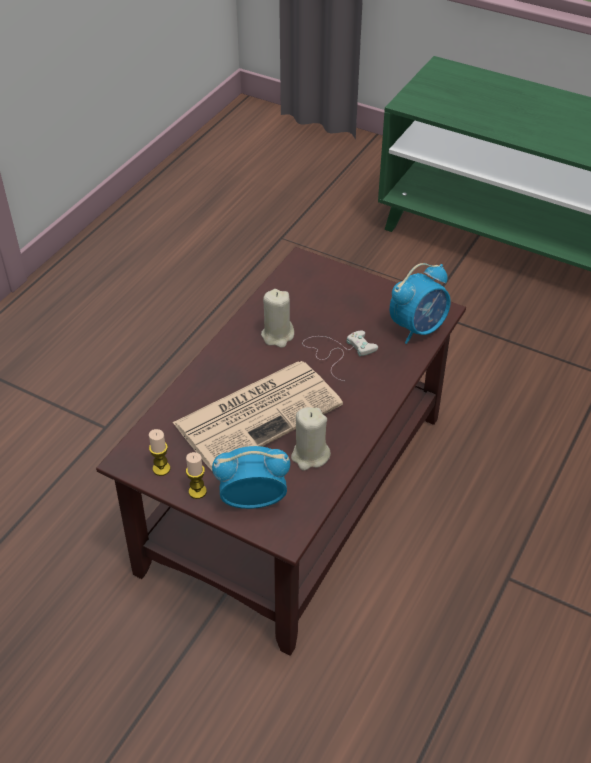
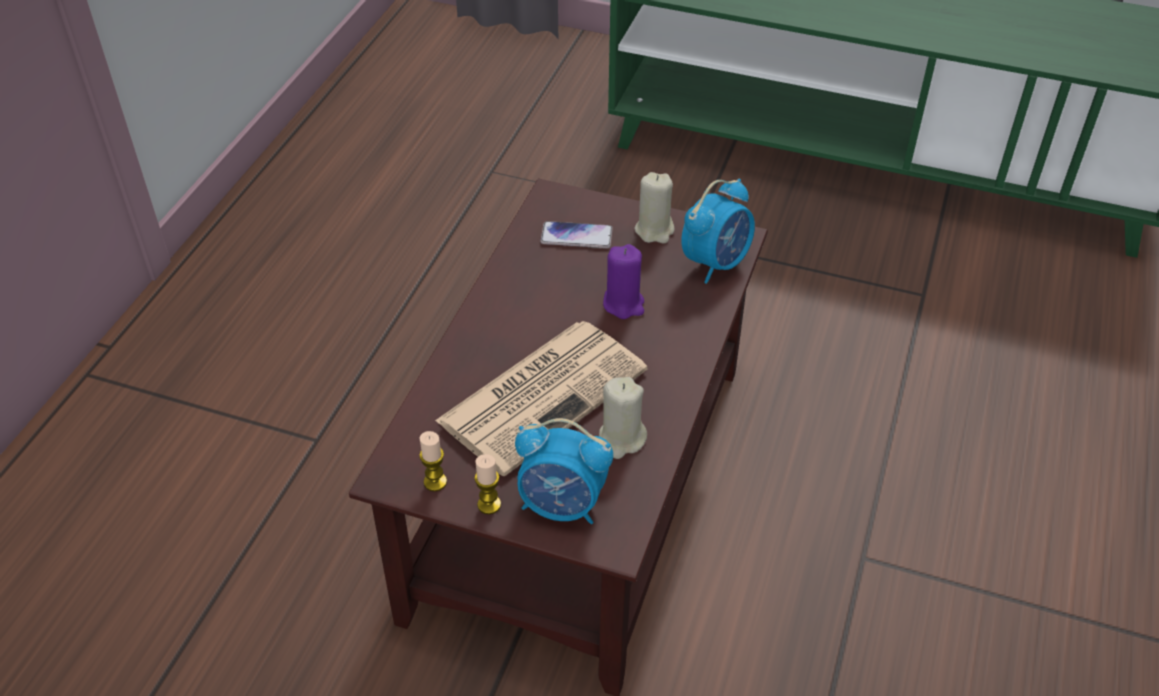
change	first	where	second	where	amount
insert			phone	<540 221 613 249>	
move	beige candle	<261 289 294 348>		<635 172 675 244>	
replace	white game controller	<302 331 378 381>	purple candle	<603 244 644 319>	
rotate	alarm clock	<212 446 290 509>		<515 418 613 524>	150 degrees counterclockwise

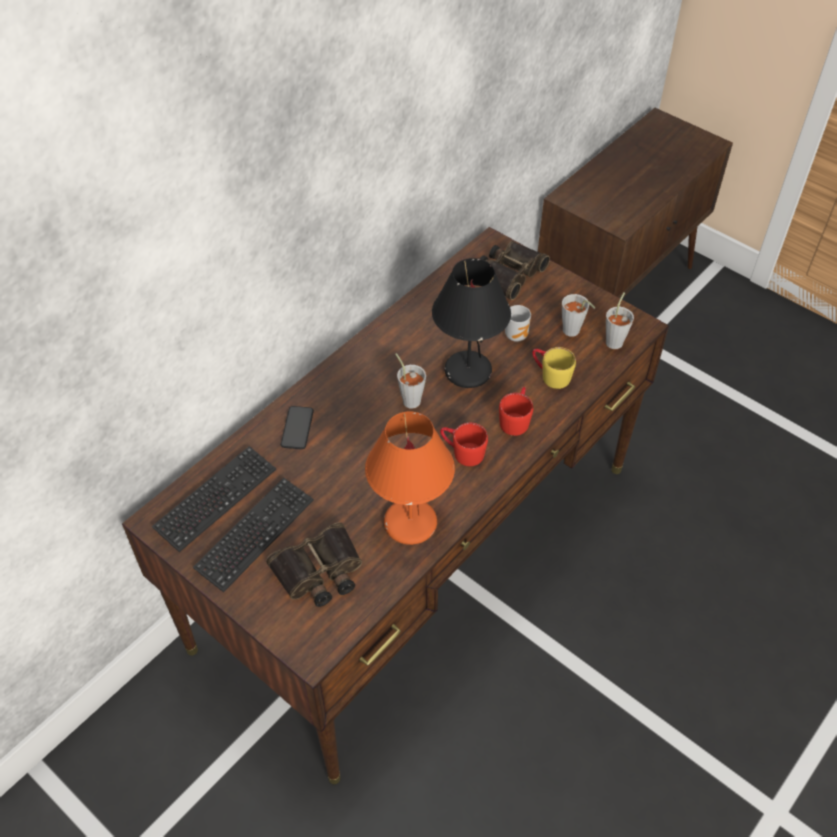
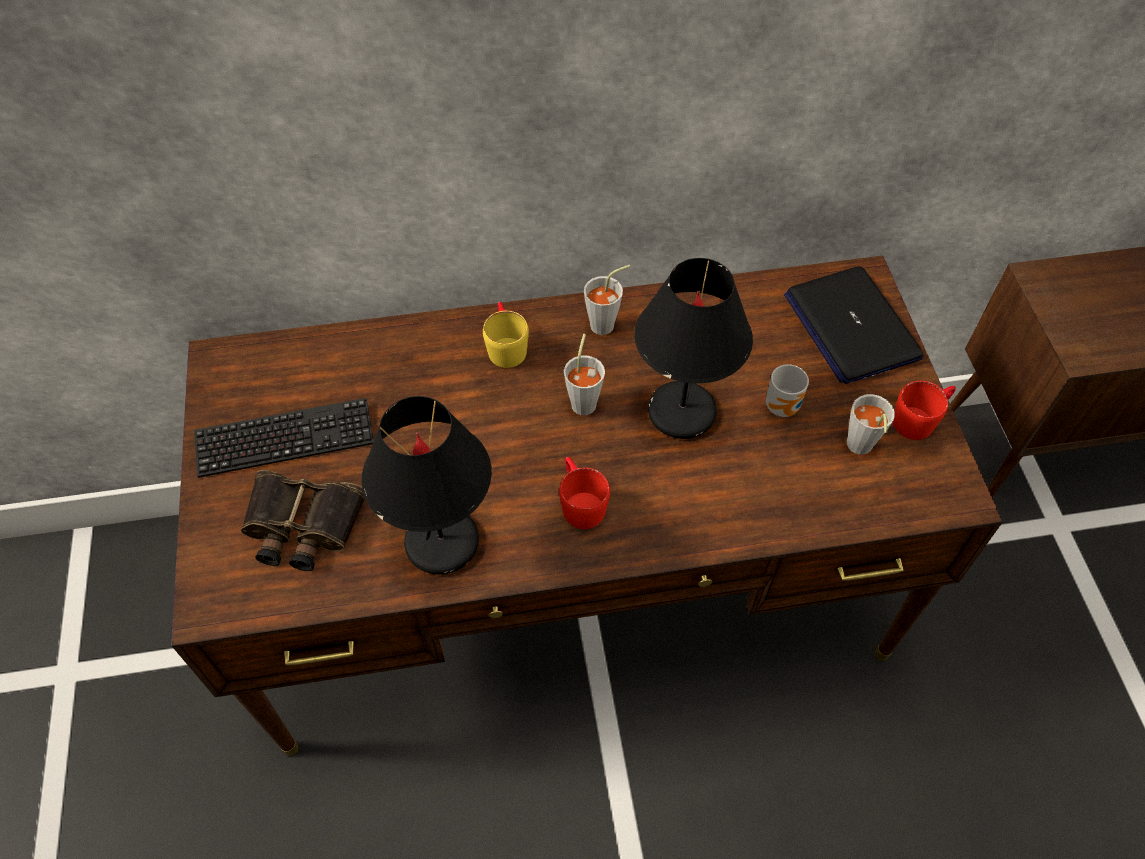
change	first	where	second	where	amount
delete	keyboard	<152 446 276 552>			
delete	phone	<281 406 314 449>			
move	red mug	<499 387 533 436>		<893 381 956 440>	
move	yellow mug	<532 347 576 389>		<483 302 529 368>	
move	grey cup	<606 292 634 349>		<584 265 630 335>	
replace	binoculars	<480 241 550 300>	laptop	<784 266 923 384>	
recolor	orange table lamp	<365 411 455 545>	black table lamp	<362 396 492 574>	

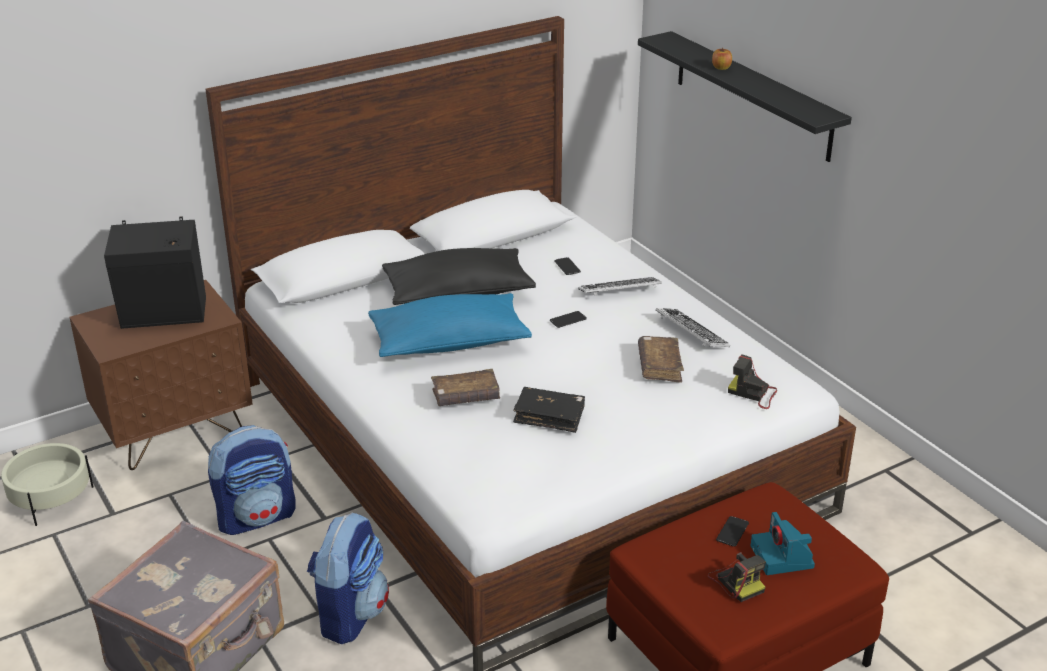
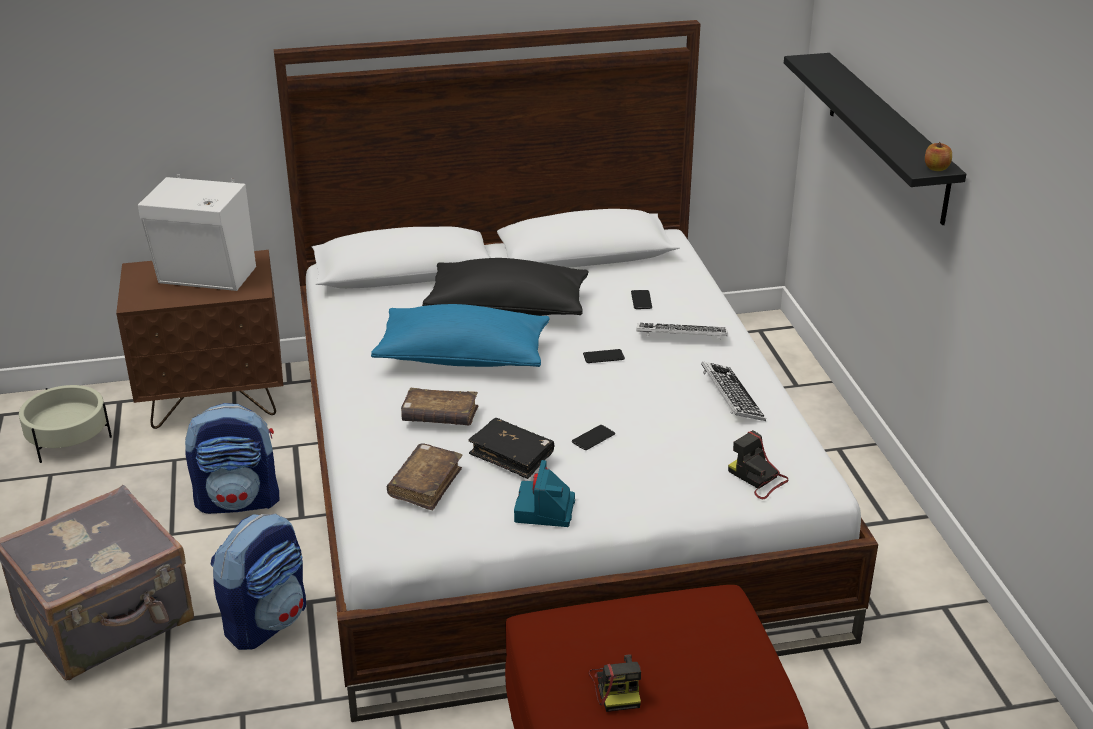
change	first	where	second	where	amount
move	brown book	<638 336 684 383>		<387 443 462 510>	
move	apple	<712 47 732 70>		<925 142 952 171>	
move	phone	<716 516 749 546>		<572 425 615 450>	
move	photo camera	<751 512 815 575>		<514 460 575 527>	
recolor	black speaker	<104 217 206 329>	white speaker	<138 174 256 291>	

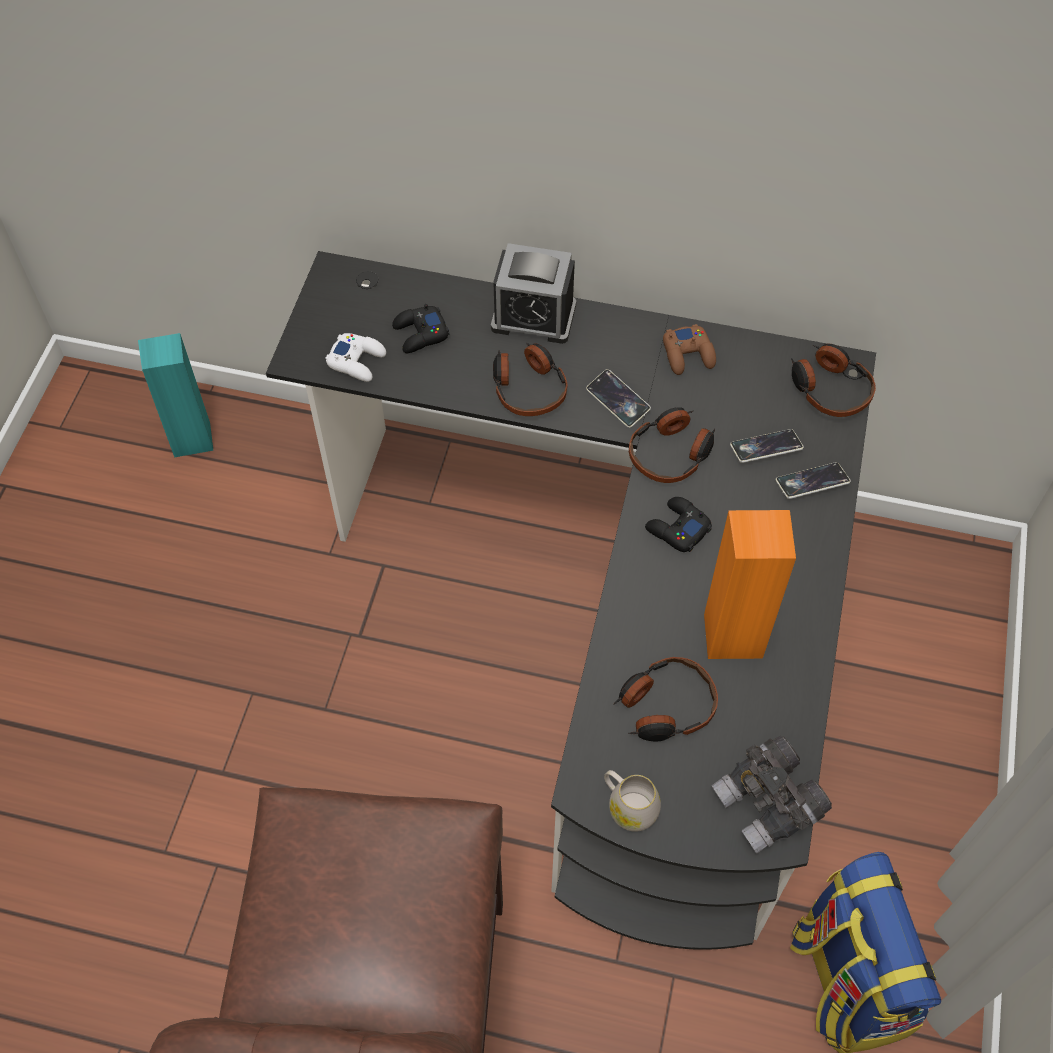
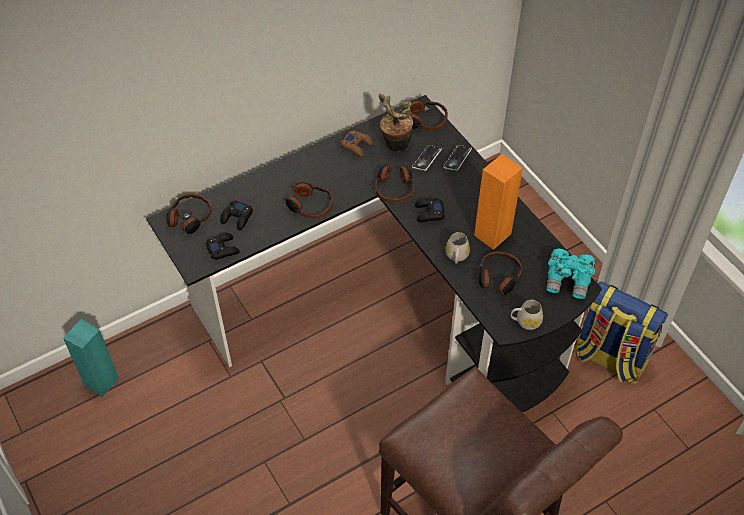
change	first	where	second	where	amount
delete	alarm clock	<491 243 576 344>			
delete	phone	<586 369 651 428>			
insert			headphones	<167 194 211 234>	
insert			potted plant	<379 93 413 152>	
insert			white mug	<445 232 470 264>	
recolor	white game controller	<325 333 386 382>	black game controller	<205 233 240 260>	
recolor	grey binoculars	<711 736 832 854>	turquoise binoculars	<546 249 595 299>	

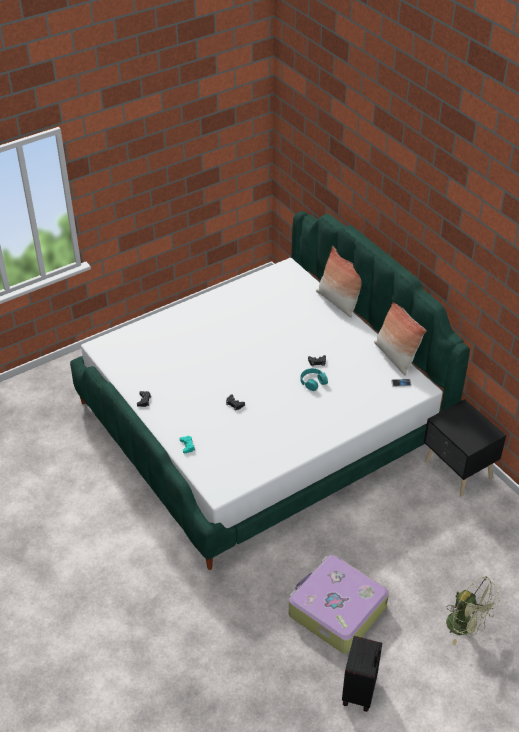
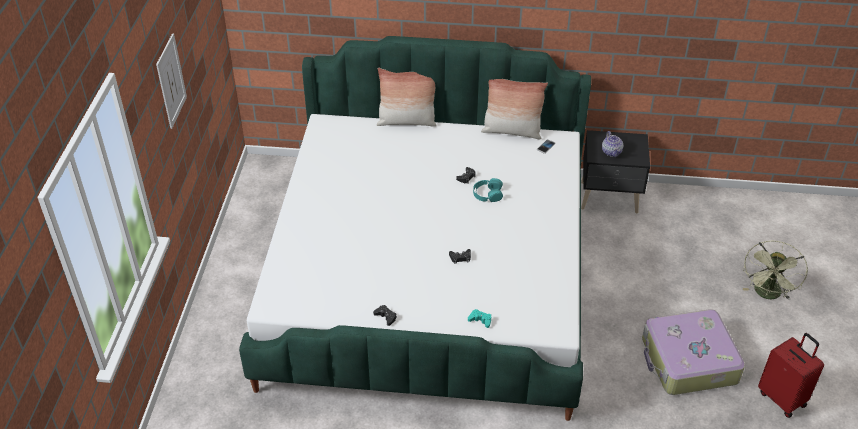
change	first	where	second	where	amount
insert			picture	<156 33 187 129>	
insert			teapot	<602 131 623 157>	
recolor	black suitcase	<342 636 382 712>	red suitcase	<758 333 824 418>	
rotate	green fan	<446 576 500 645>		<743 241 808 300>	120 degrees clockwise

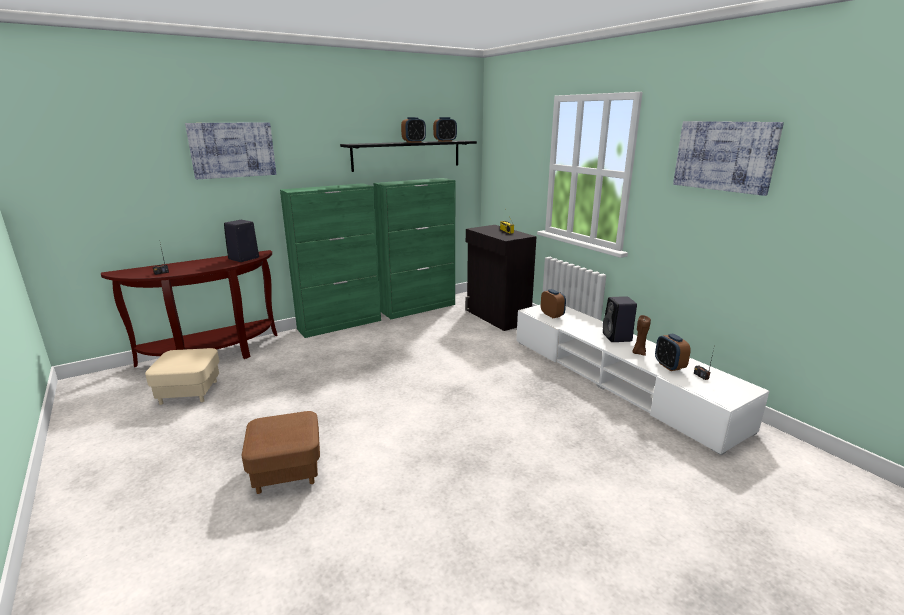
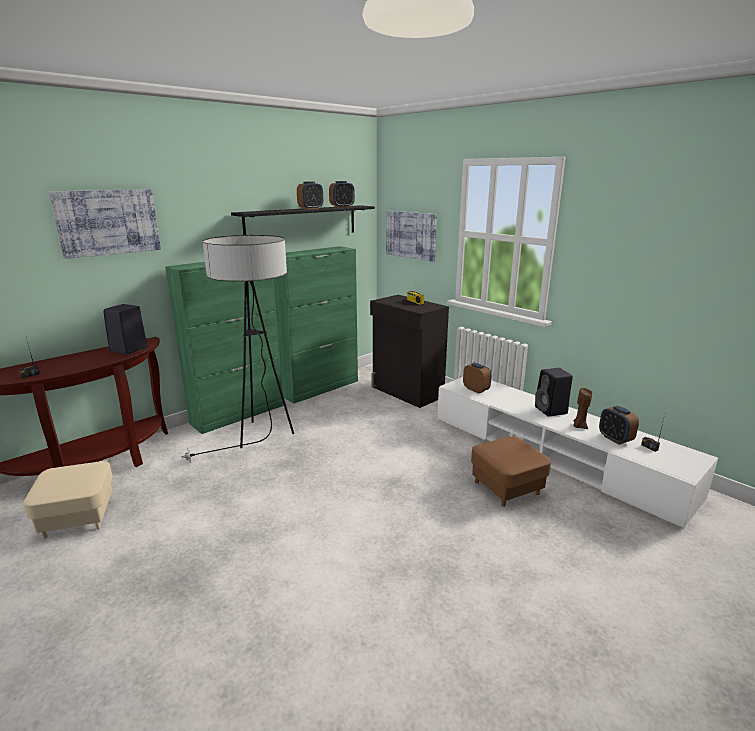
change	first	where	second	where	amount
insert			floor lamp	<181 235 294 463>	
move	brown ottoman	<242 411 320 494>		<471 436 551 507>	
move	picture	<673 121 784 196>		<386 211 437 262>	

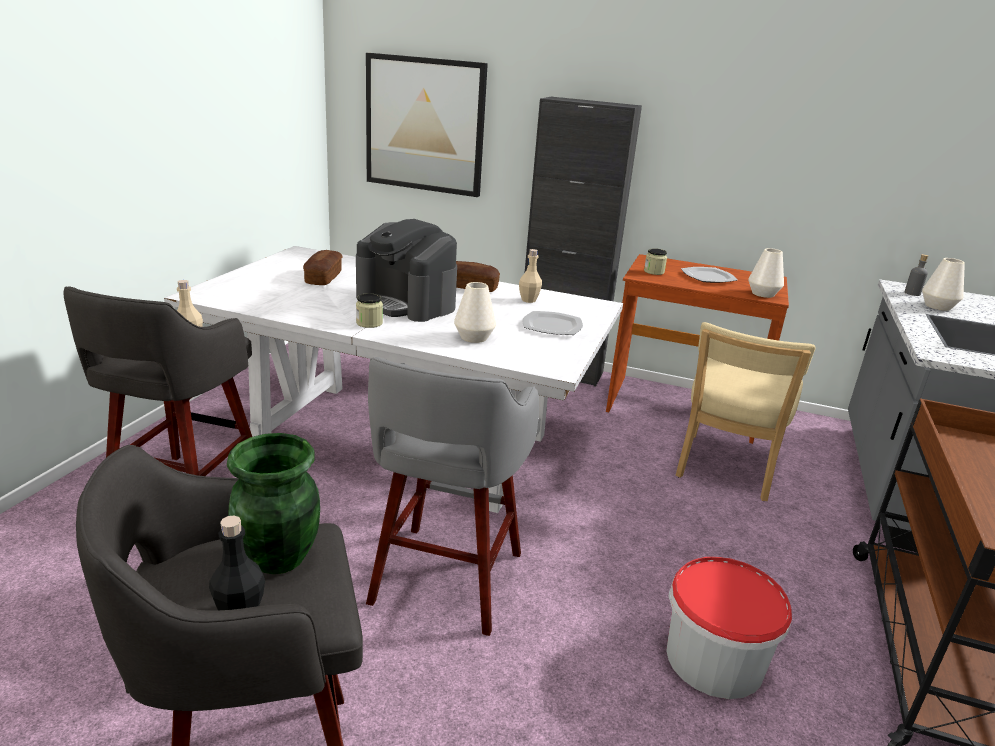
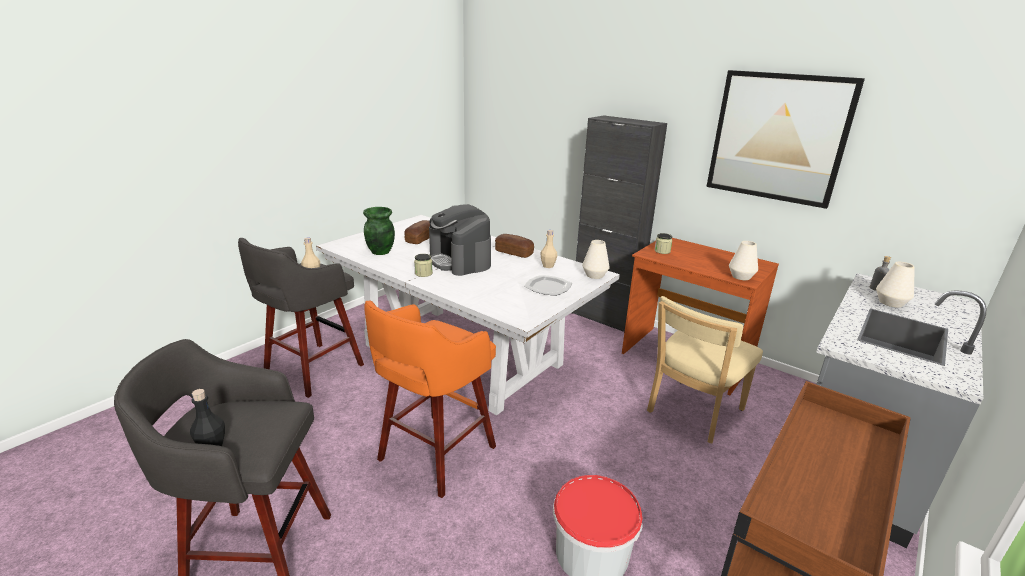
change	first	where	second	where	amount
delete	plate	<681 267 737 283>			
move	green vase	<227 433 320 574>		<363 207 395 255>	
move	picture	<366 53 488 197>		<706 70 865 209>	
move	white vase	<454 282 496 343>		<582 240 610 279>	
recolor	grey stool	<366 357 539 636>	orange stool	<364 301 496 498>	

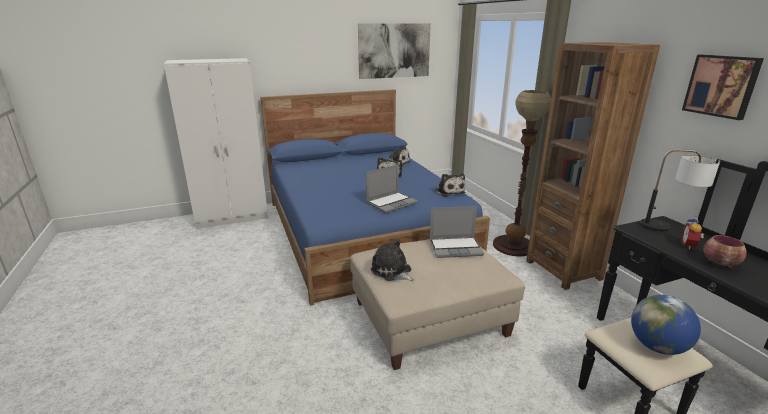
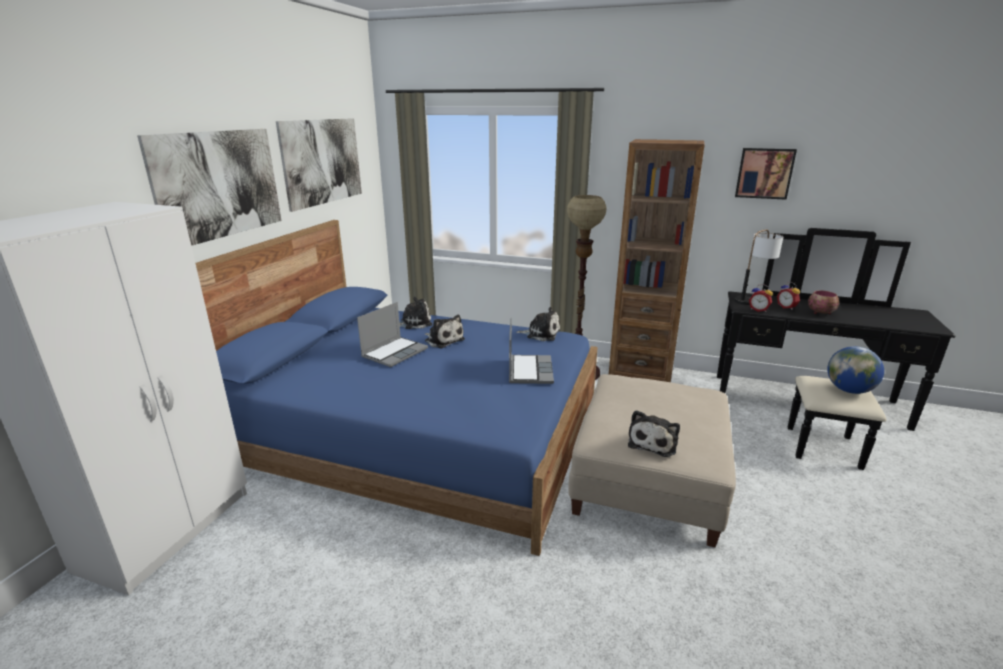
change	first	where	second	where	amount
insert			picture	<137 129 282 246>	
insert			alarm clock	<749 284 773 312>	
move	laptop	<429 206 484 258>		<357 302 428 367>	
rotate	plush toy	<371 239 415 281>		<628 410 680 457>	60 degrees counterclockwise

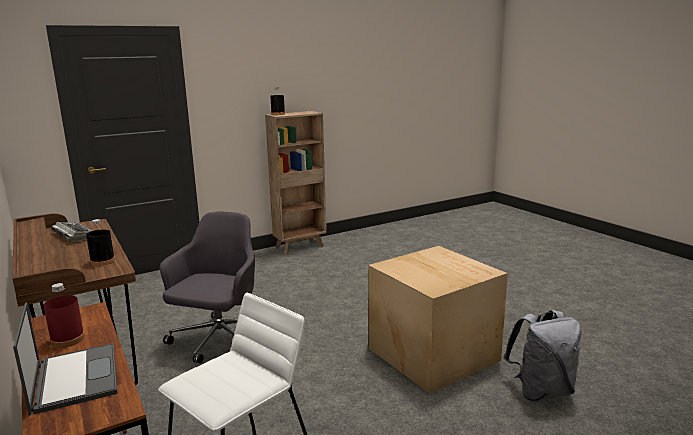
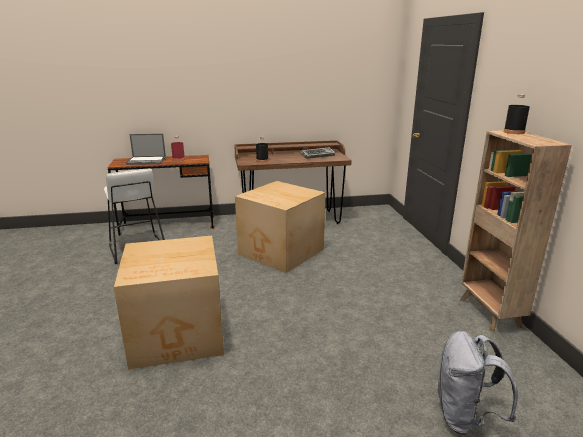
change	first	where	second	where	amount
move	grey backpack	<503 310 581 401>		<436 331 518 435>	
replace	grey office chair	<160 212 255 363>	cardboard box	<235 181 326 273>	

